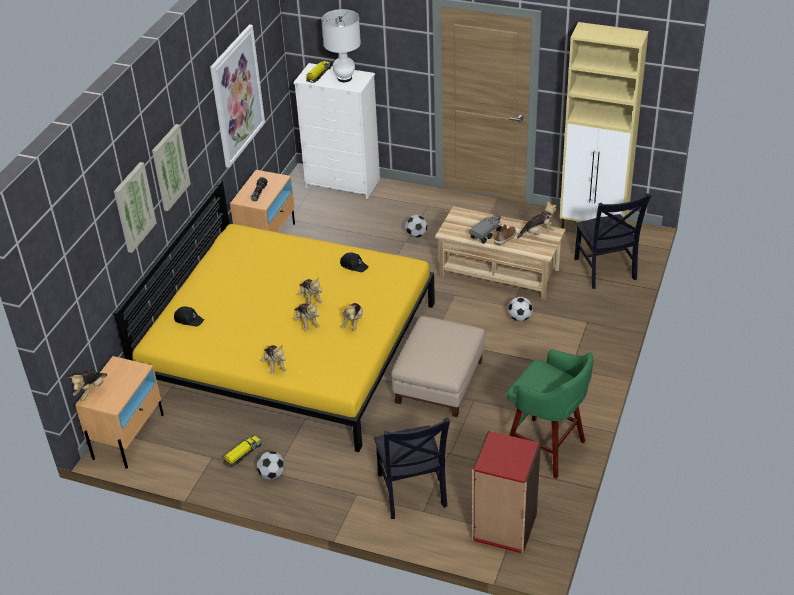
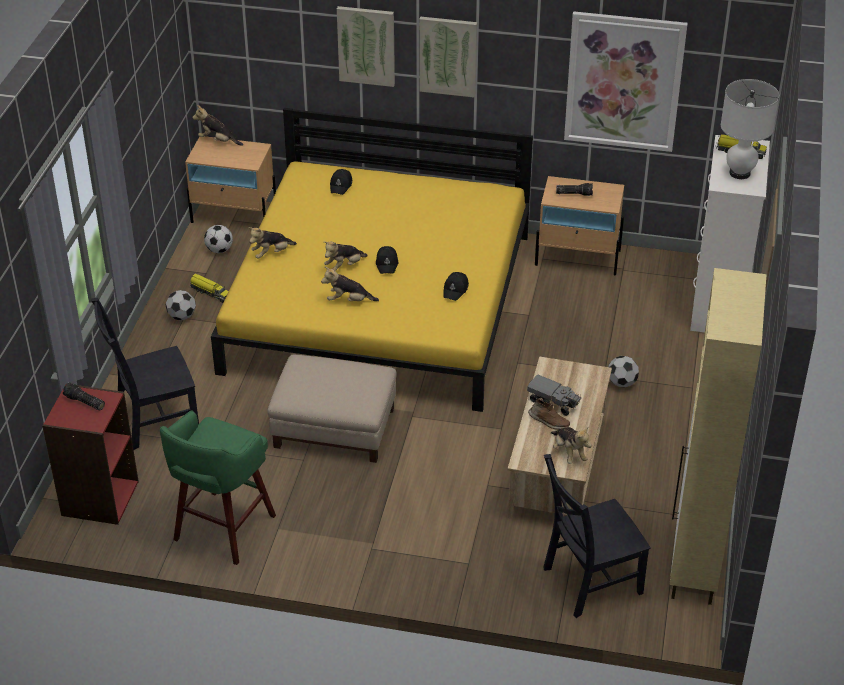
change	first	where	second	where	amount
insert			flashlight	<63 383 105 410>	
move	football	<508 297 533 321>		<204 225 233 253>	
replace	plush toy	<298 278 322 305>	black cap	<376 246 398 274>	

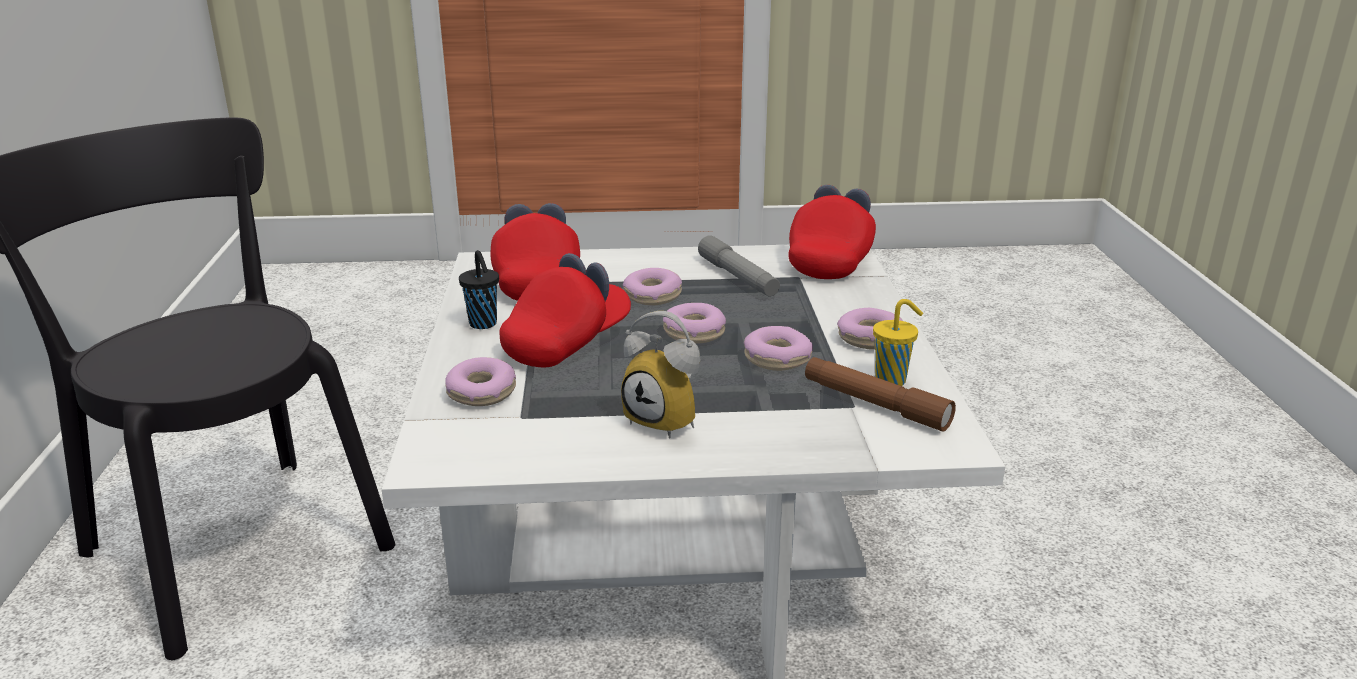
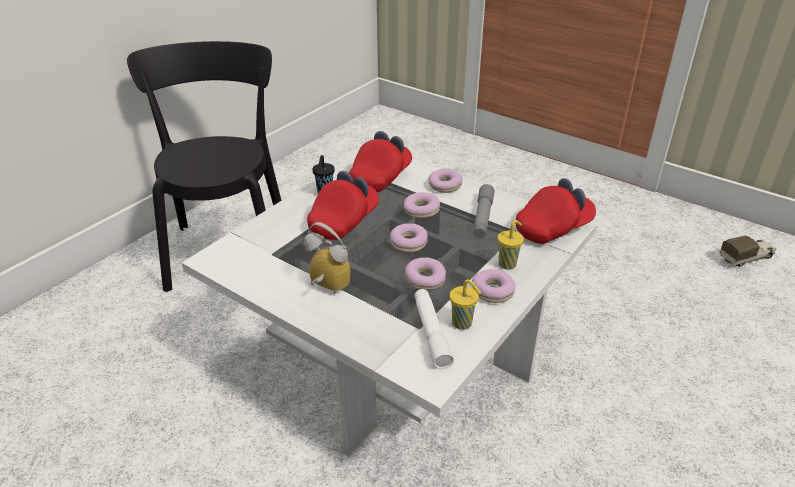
change	first	where	second	where	amount
insert			yellow cup	<498 220 524 270>	
insert			toy truck	<719 236 776 267>	
move	donut	<445 357 516 406>		<428 168 463 193>	
recolor	brown flashlight	<805 357 956 432>	white flashlight	<414 289 454 369>	
rotate	red cap	<499 253 631 367>		<307 171 379 240>	45 degrees counterclockwise
rotate	alarm clock	<621 311 701 438>		<304 222 351 294>	135 degrees clockwise

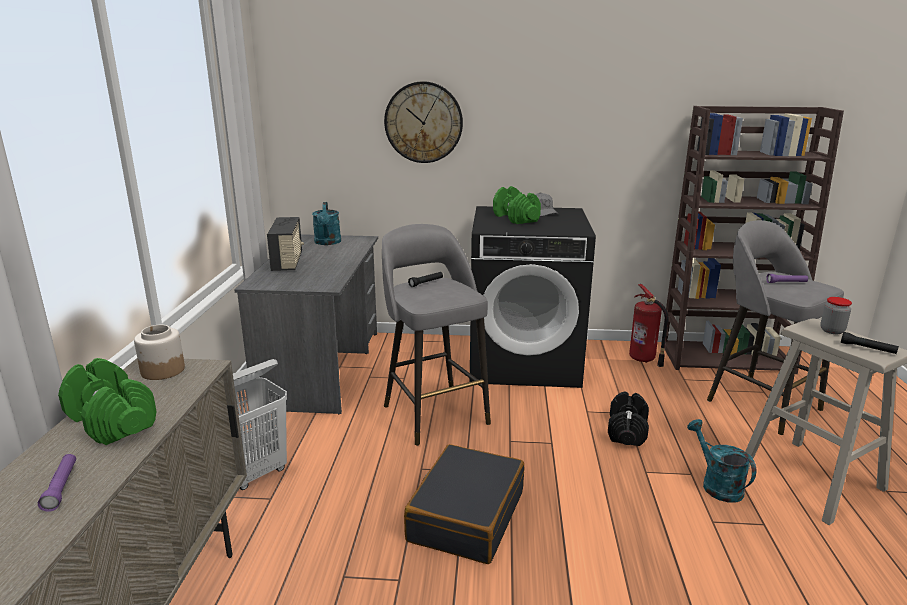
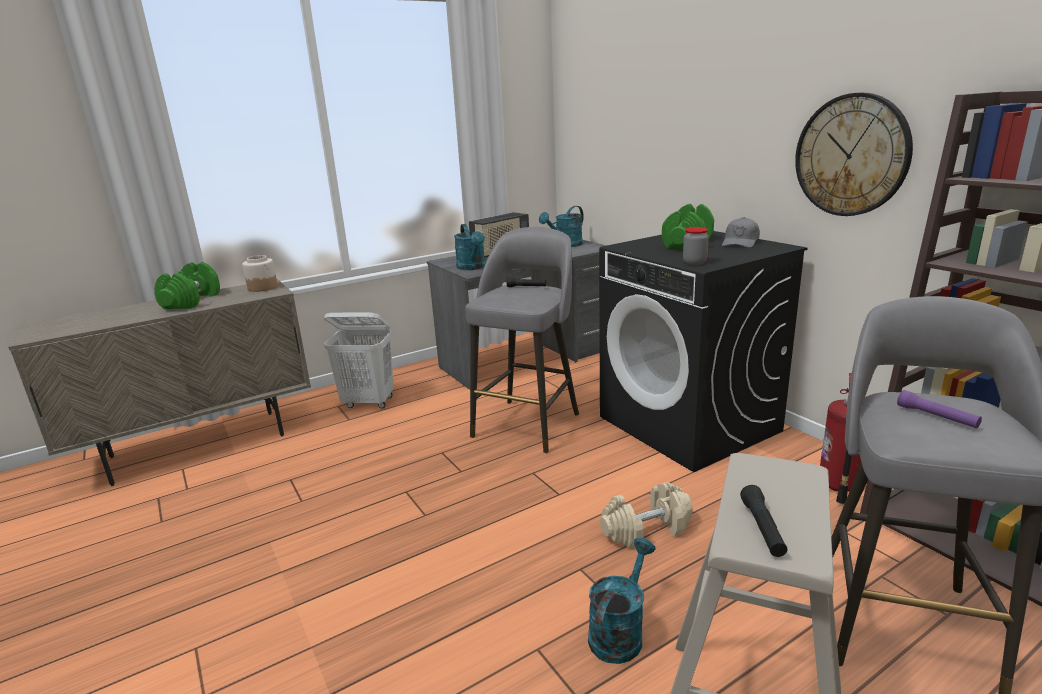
change	first	where	second	where	amount
delete	purple flashlight	<38 454 76 512>			
delete	black suitcase	<404 444 524 564>			
insert			turquoise watering can	<454 224 485 270>	
move	wall clock	<384 81 463 163>		<795 93 913 216>	
move	jar	<820 297 852 334>		<683 227 709 265>	
recolor	black dumbbell	<608 391 649 446>	beige dumbbell	<600 482 693 548>	

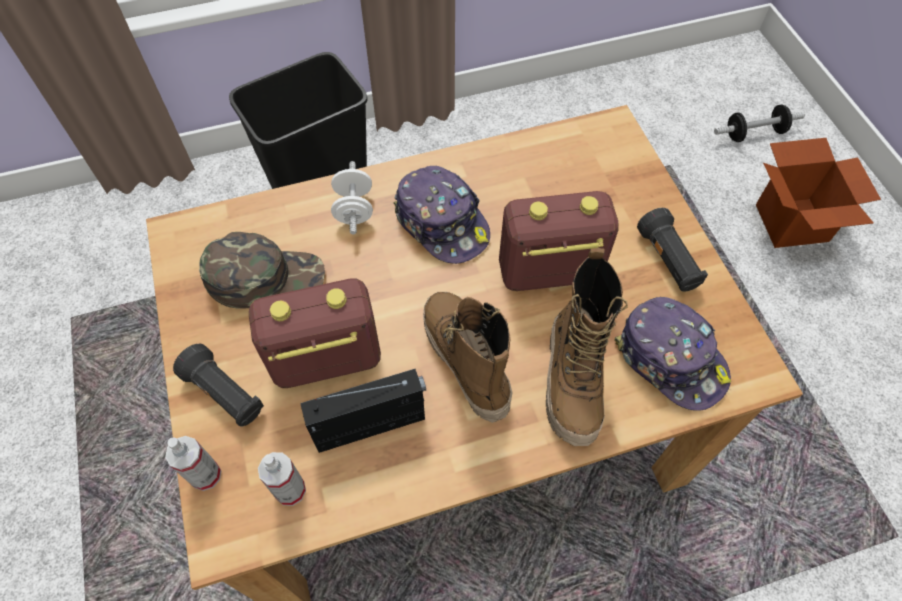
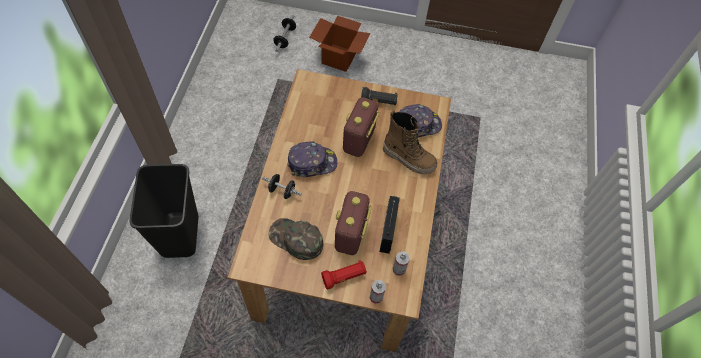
change	first	where	second	where	amount
delete	boot	<423 292 512 423>			
recolor	black flashlight	<173 344 264 427>	red flashlight	<321 260 367 290>	
recolor	white dumbbell	<331 161 373 234>	black dumbbell	<262 174 302 199>	
rotate	green cap	<199 232 325 309>		<268 218 323 260>	90 degrees counterclockwise

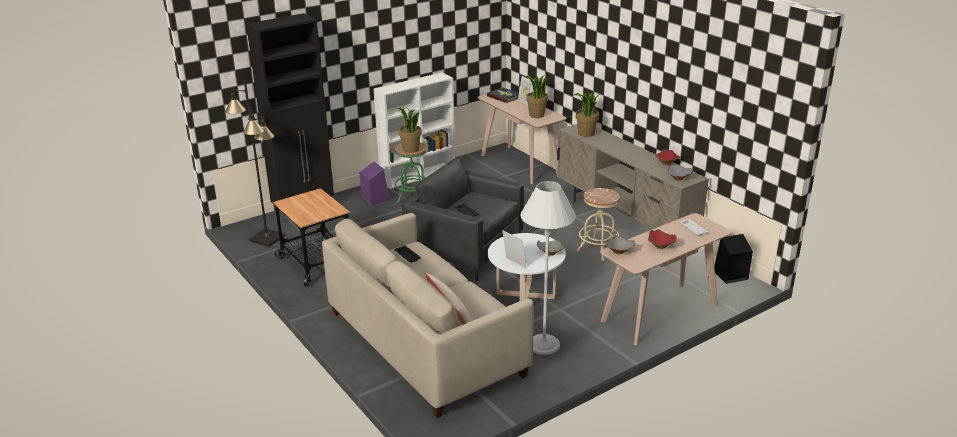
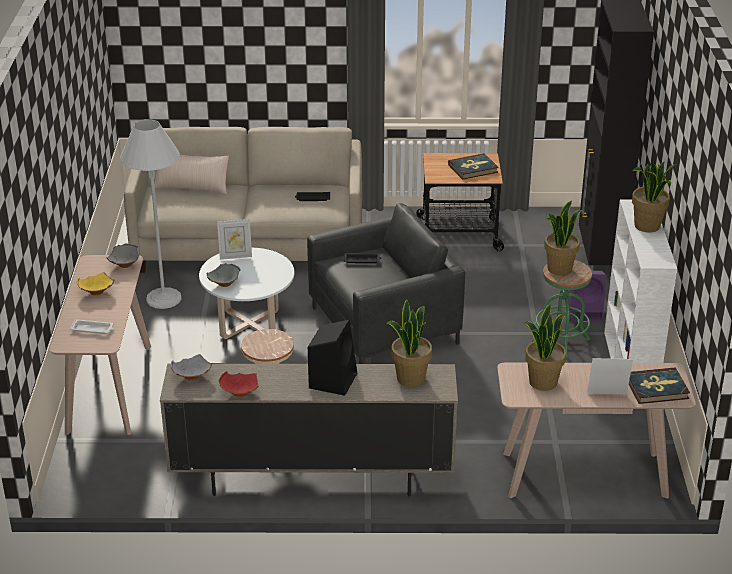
change	first	where	second	where	amount
delete	black floor lamp	<225 80 285 247>			
insert			book	<448 153 499 180>	
insert			potted plant	<632 161 675 232>	
move	black speaker	<714 234 753 284>		<308 320 357 396>	
recolor	red bowl	<648 229 677 249>	yellow bowl	<77 272 114 295>	

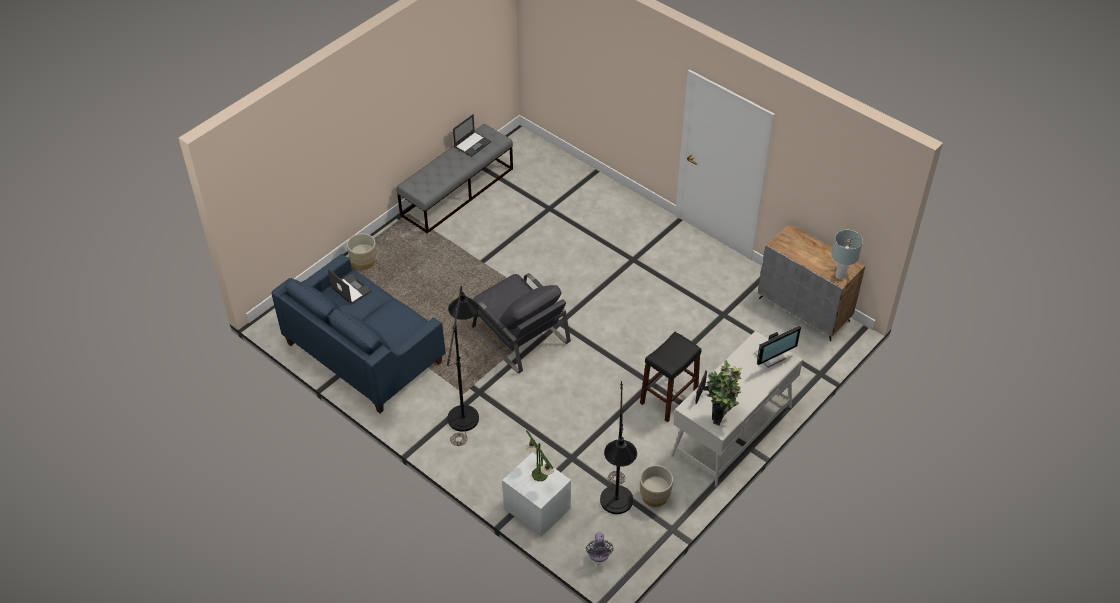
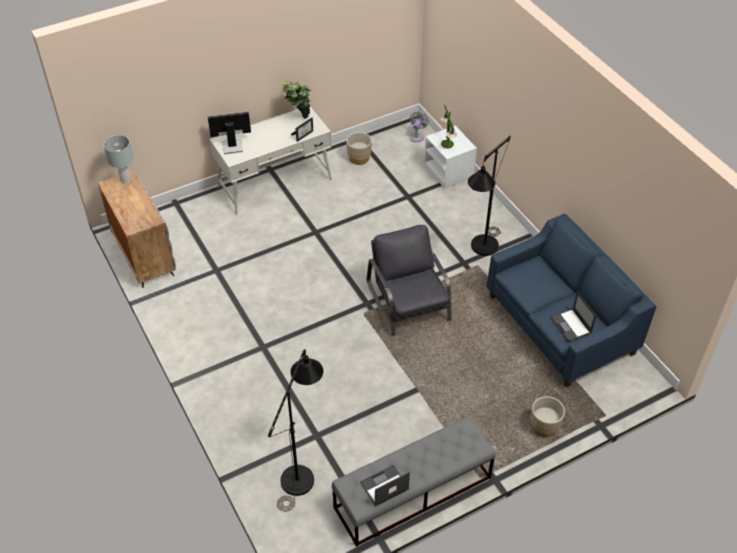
change	first	where	second	where	amount
delete	black stool	<640 332 701 422>			
move	black floor lamp	<600 381 637 514>		<268 349 324 512>	

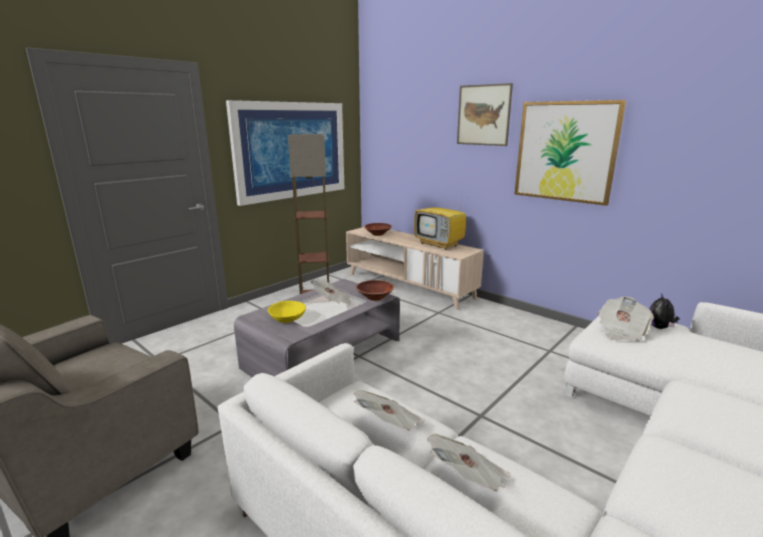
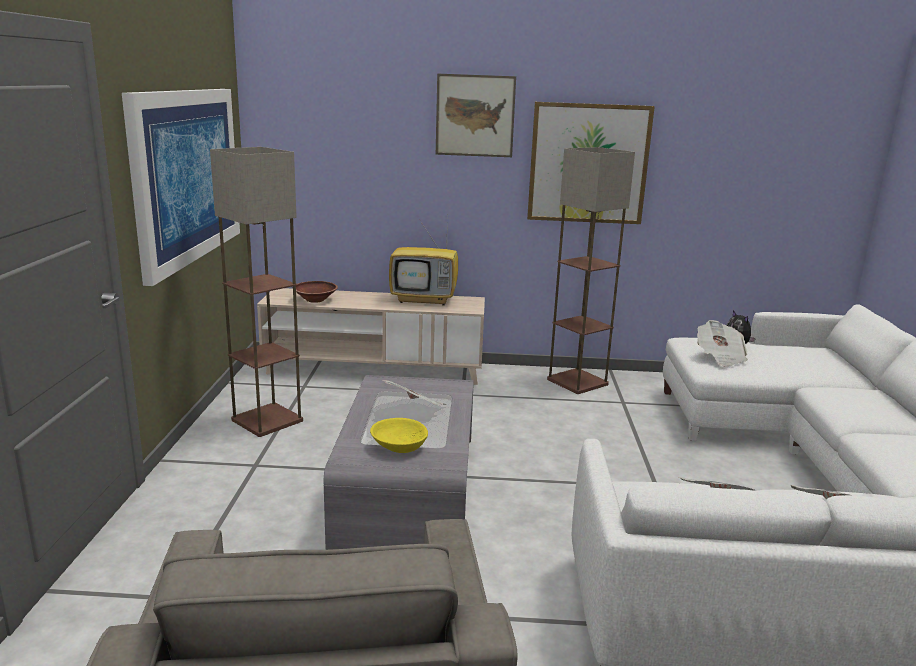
change	first	where	second	where	amount
delete	brown bowl	<356 280 395 301>			
insert			floor lamp	<547 147 635 394>	

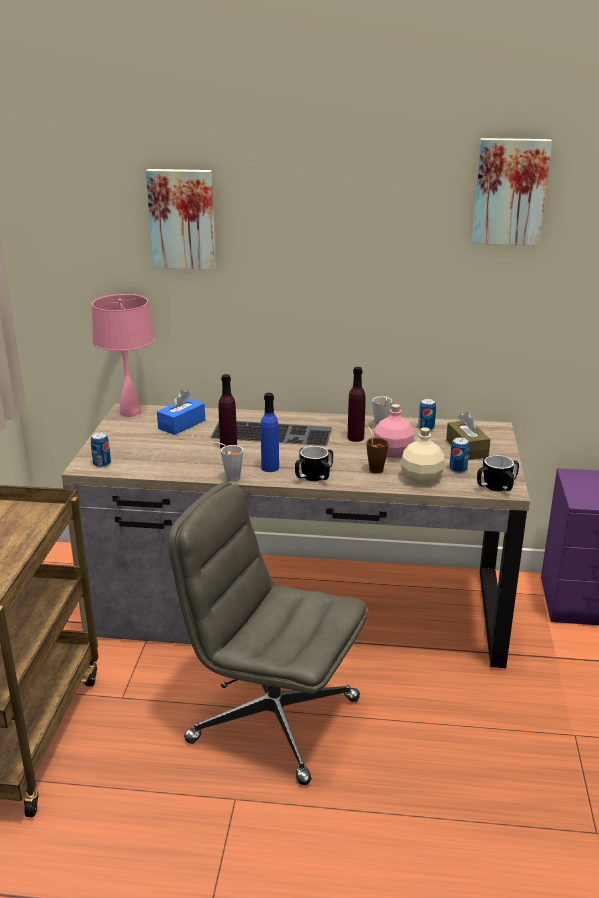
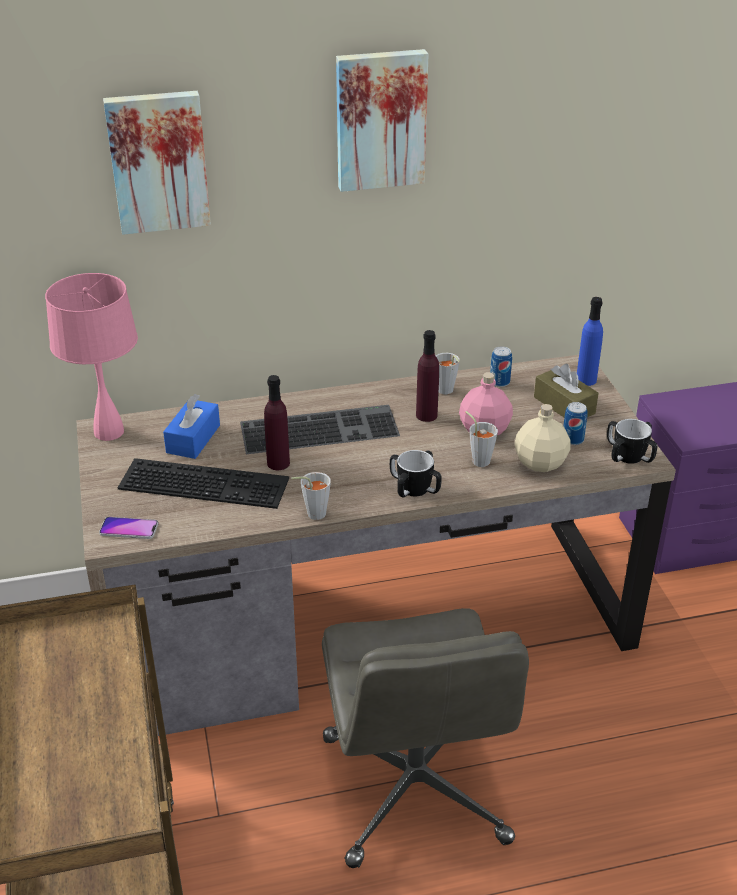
change	first	where	second	where	amount
insert			keyboard	<118 458 289 509>	
move	blue bottle	<261 393 279 472>		<577 297 603 386>	
move	picture	<472 138 552 246>		<336 49 429 192>	
replace	can	<91 432 111 467>	phone	<99 517 158 539>	
recolor	brown cup	<366 427 389 474>	grey cup	<465 411 498 467>	
rotate	grey office chair	<168 482 367 785>		<322 608 529 868>	105 degrees counterclockwise

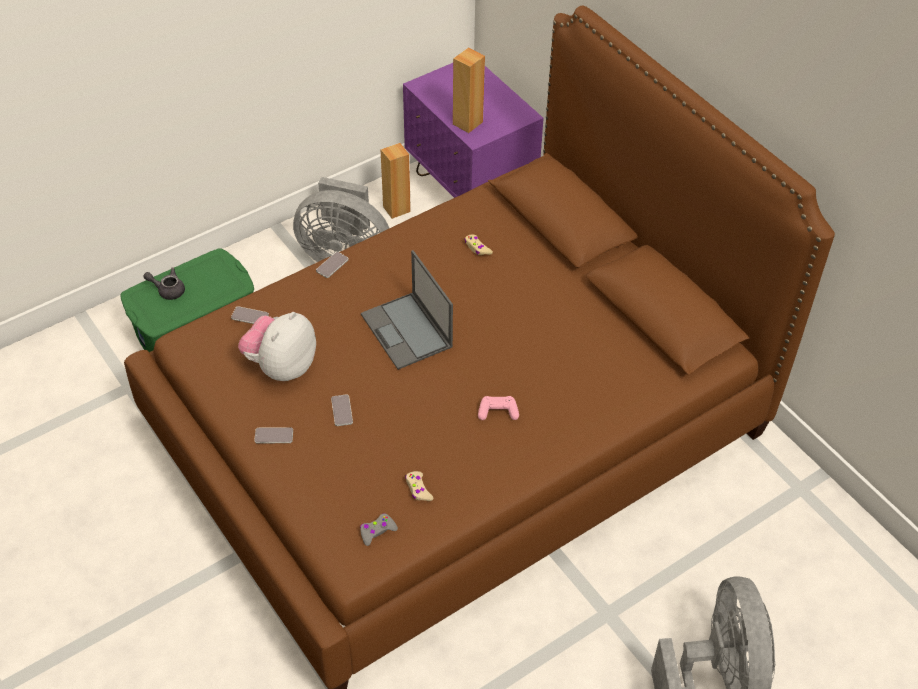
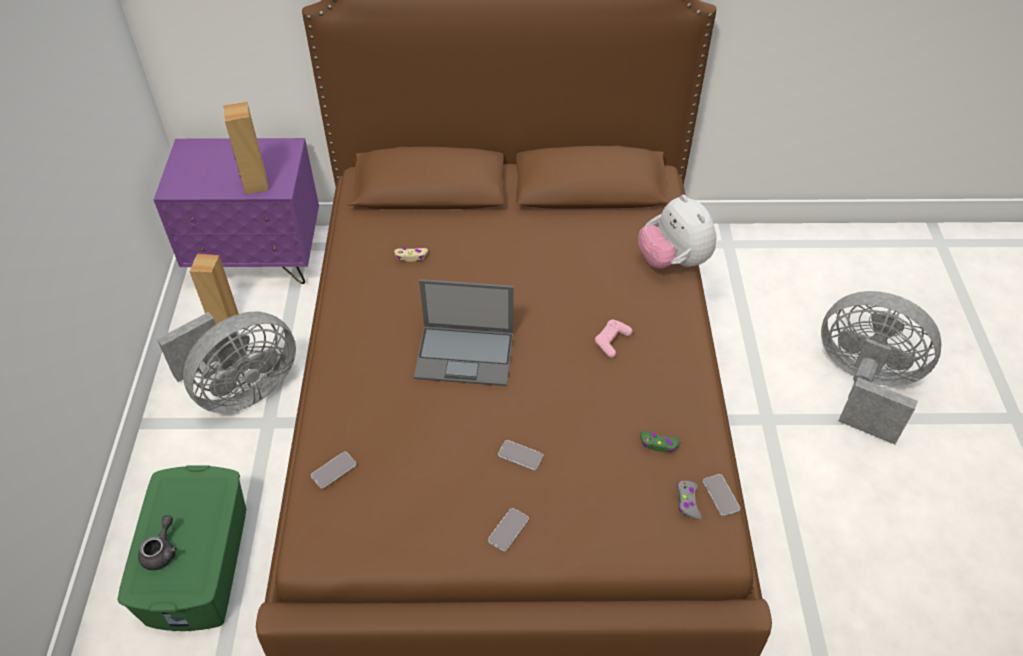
change	first	where	second	where	amount
move	plush toy	<238 312 316 381>		<638 195 716 269>	
move	phone	<316 252 349 278>		<703 474 740 516>	
recolor	beige game controller	<405 471 433 501>	green game controller	<640 431 680 452>	
rotate	grey teapot	<143 268 185 300>		<138 515 177 570>	150 degrees clockwise

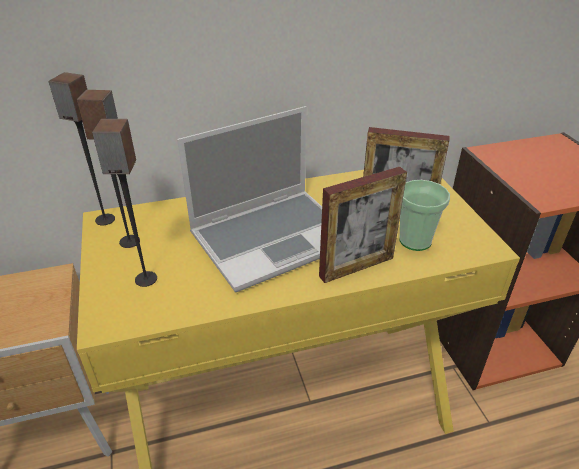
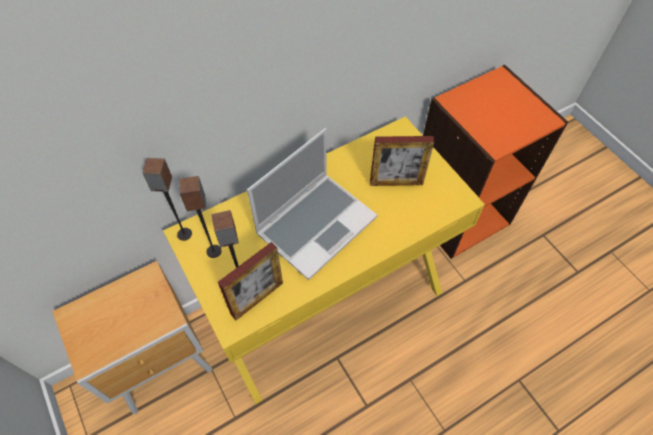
change	first	where	second	where	amount
delete	cup	<399 180 450 251>			
move	picture frame	<319 167 407 283>		<218 242 283 320>	

